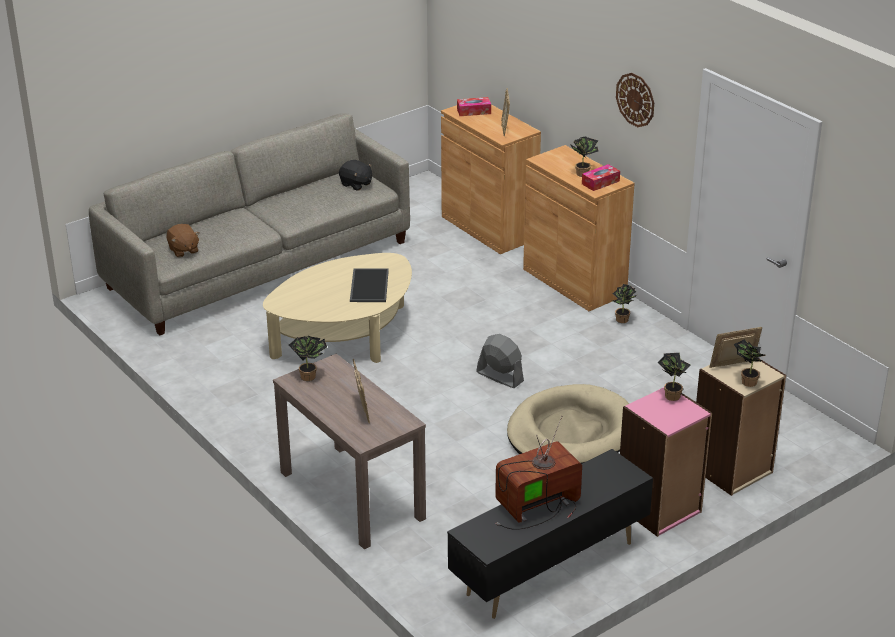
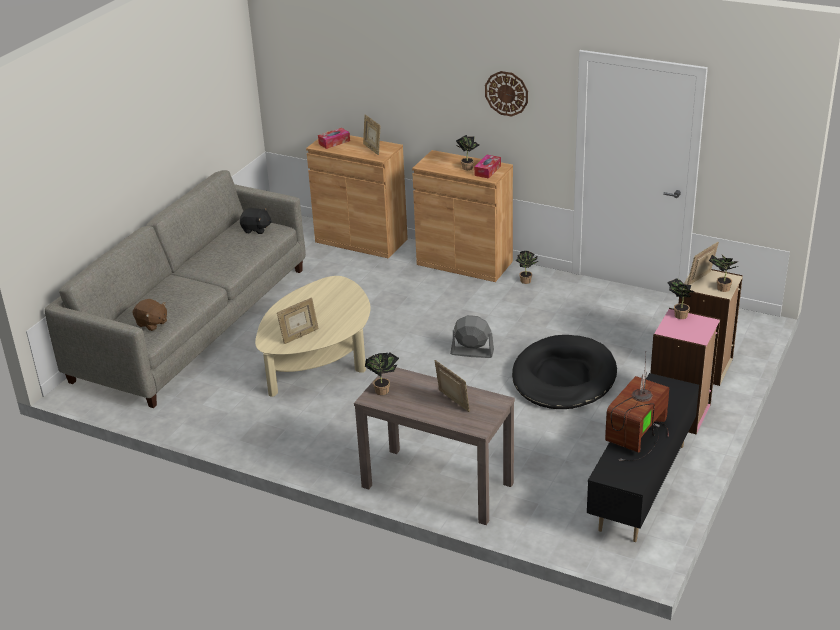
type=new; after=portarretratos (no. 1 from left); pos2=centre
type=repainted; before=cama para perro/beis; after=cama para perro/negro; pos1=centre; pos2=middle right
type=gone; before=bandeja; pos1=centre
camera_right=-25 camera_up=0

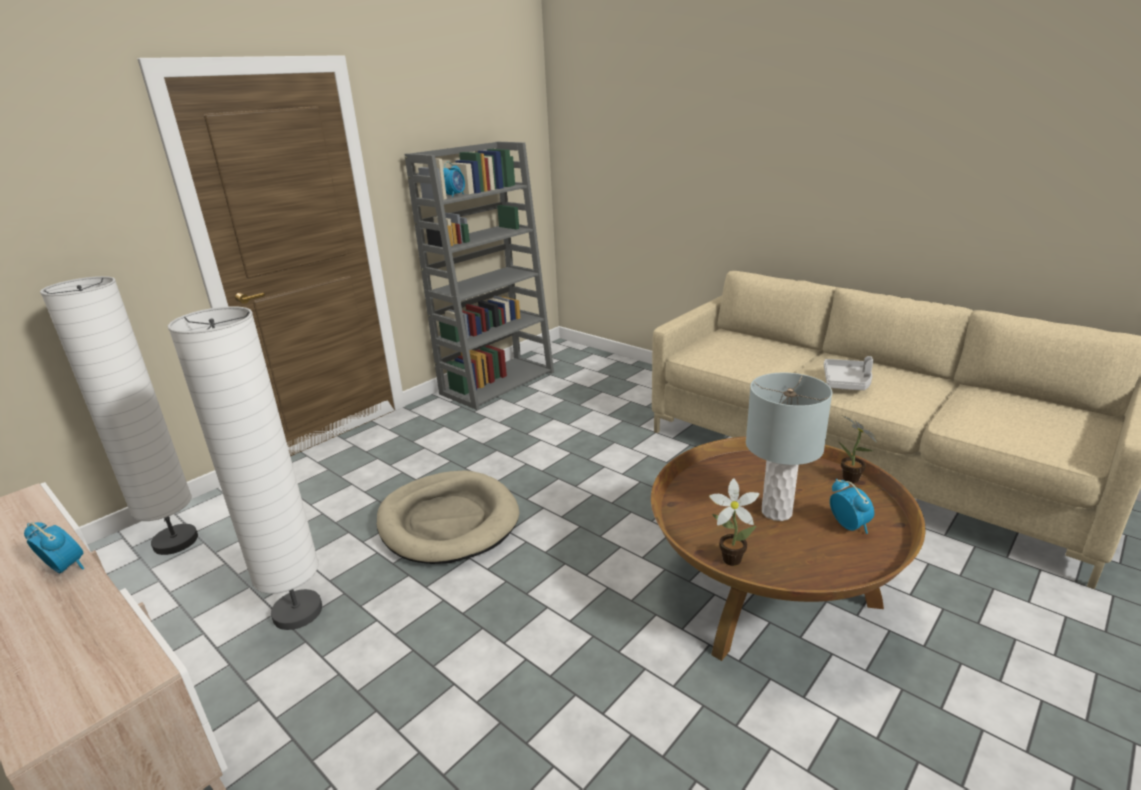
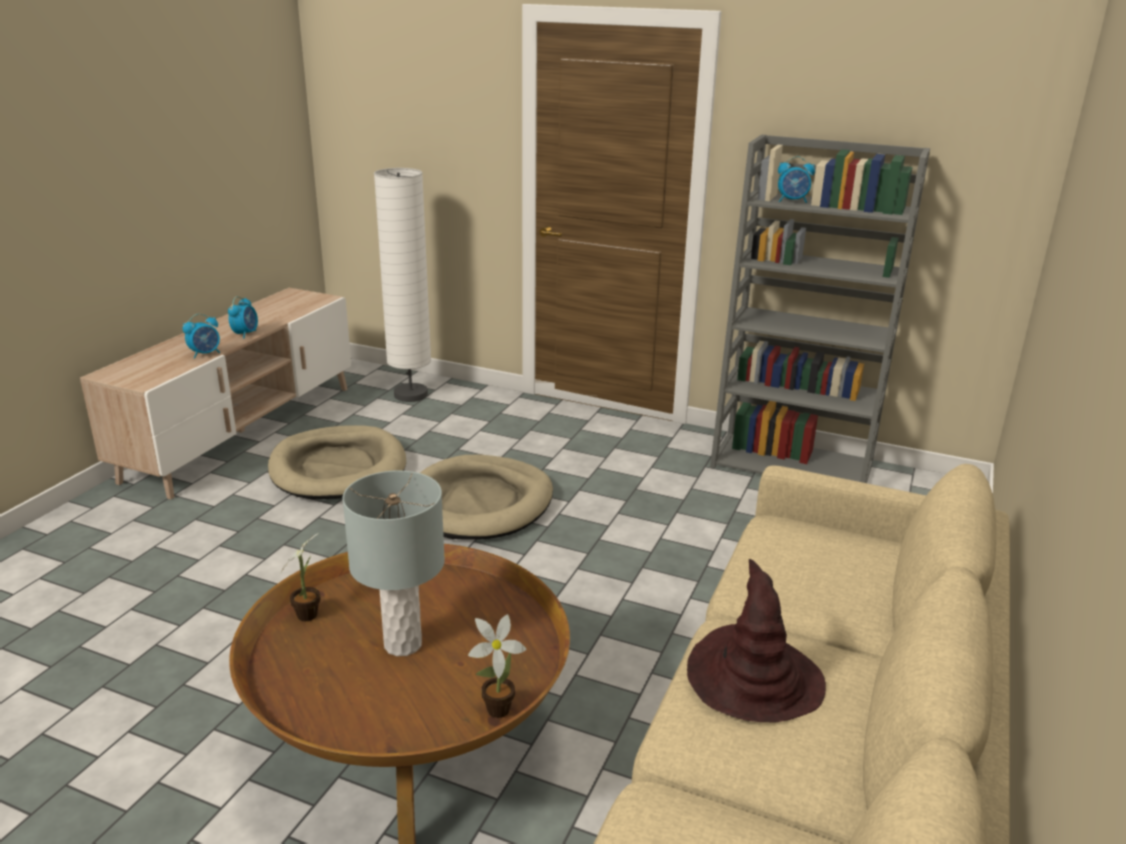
type=shifted; before=despertador (no. 3 from left in the first image); after=despertador (no. 1 from left); pos1=middle right; pos2=middle left
type=swapped; before=lámpara de pie/blanco (no. 2 from left); after=cama para perro/beis (no. 1 from left); pos1=middle left; pos2=middle left
type=swapped; before=bandeja/gris; after=sombrero/marrón; pos1=middle right; pos2=bottom right
camera_right=70 camera_up=0

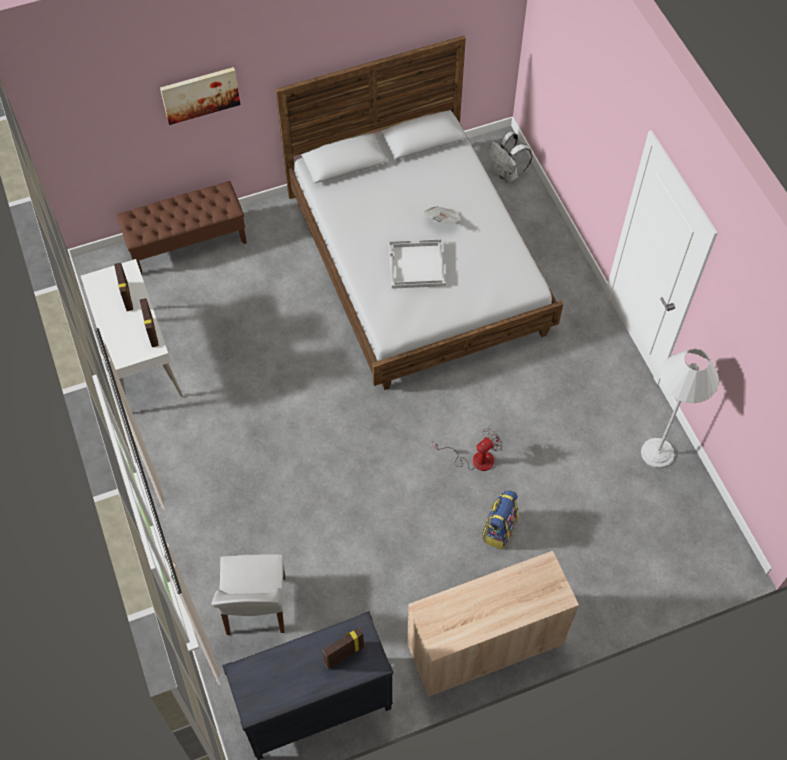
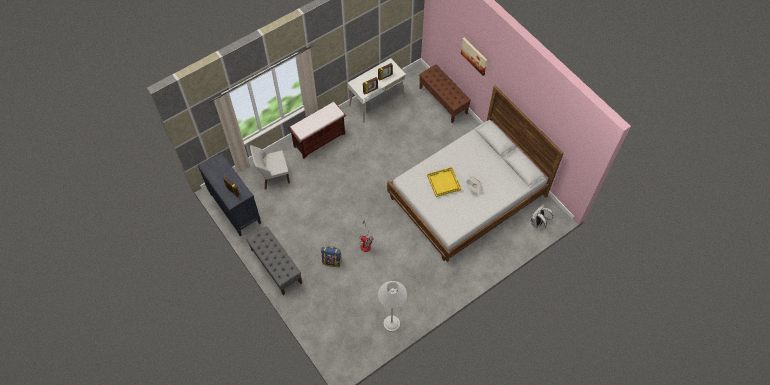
type=swapped; before=armario/beis; after=banco/gris; pos1=bottom centre; pos2=bottom centre
type=new; after=banco/marrón (no. 1 from left); pos2=centre
type=repainted; before=bandeja/blanco; after=bandeja/amarillo; pos1=centre; pos2=centre
camera_right=75 camera_up=0

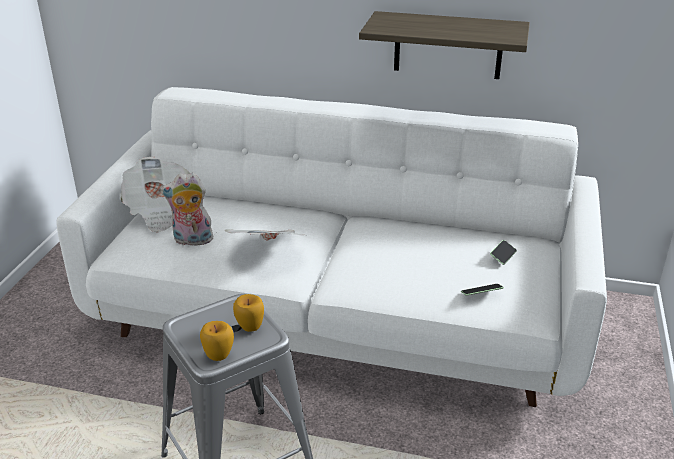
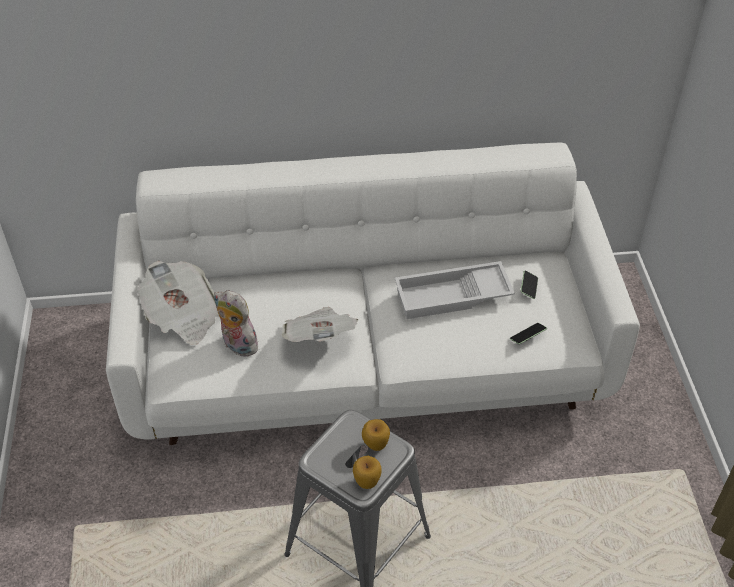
type=rotated; before=peluche; pos1=middle left; pos2=middle left; turn=60
type=new; after=bandeja/blanco; pos2=centre
type=gone; before=estante; pos1=top centre
camera_right=-20 camera_up=15

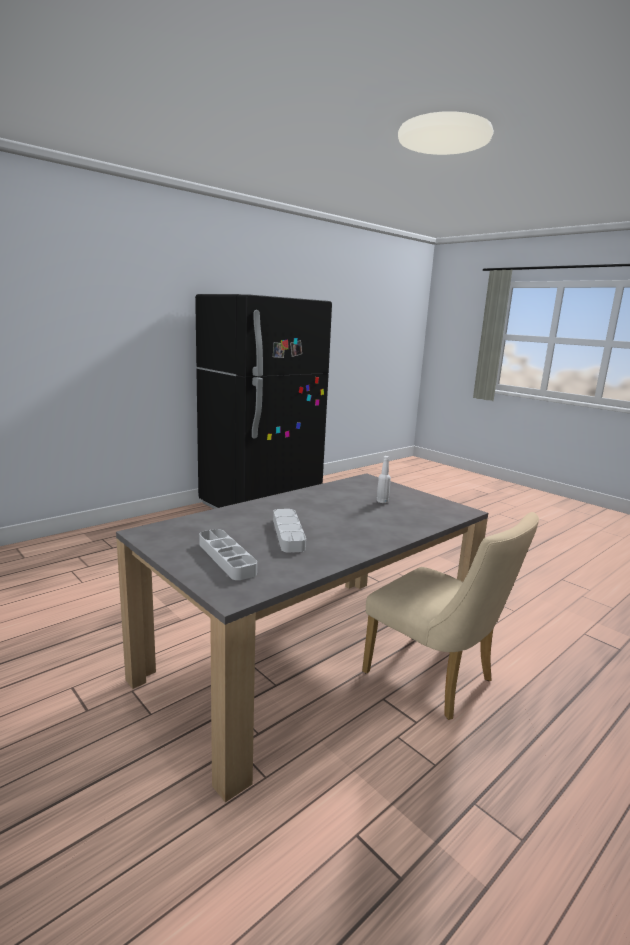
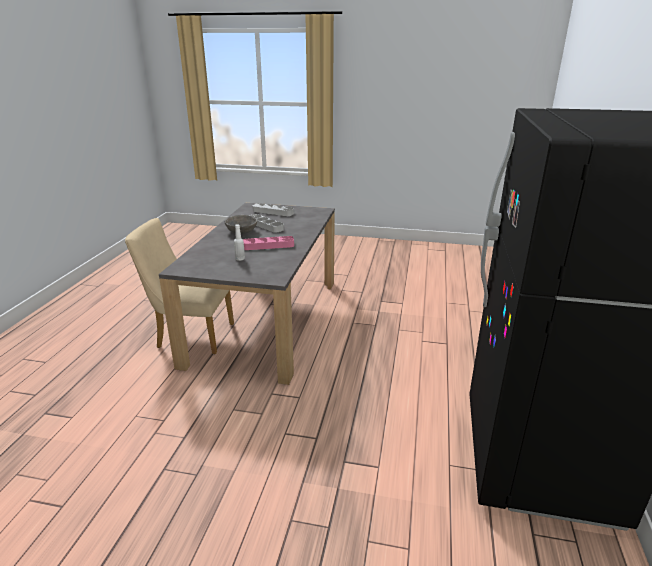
type=new; after=cuenco/gris; pos2=centre
type=new; after=bandeja/rosa; pos2=centre
camera_right=145 camera_up=10

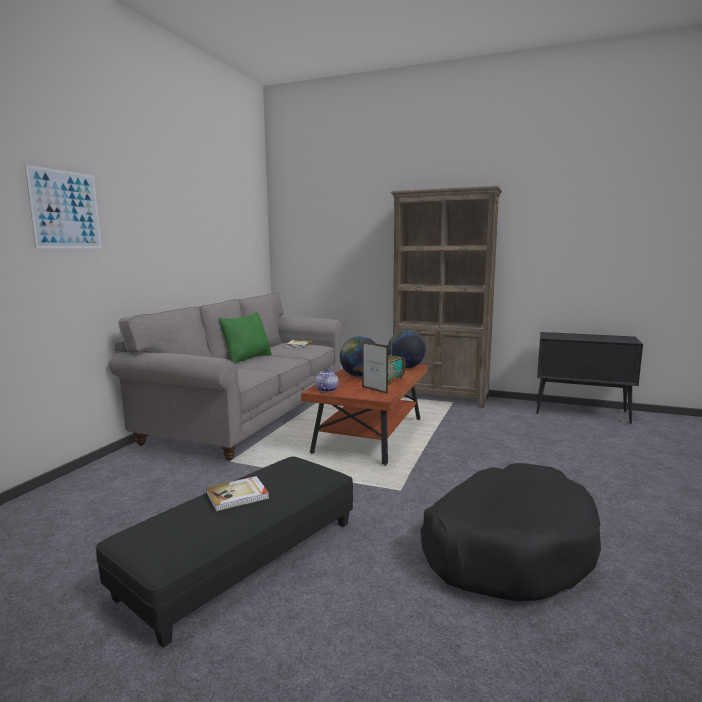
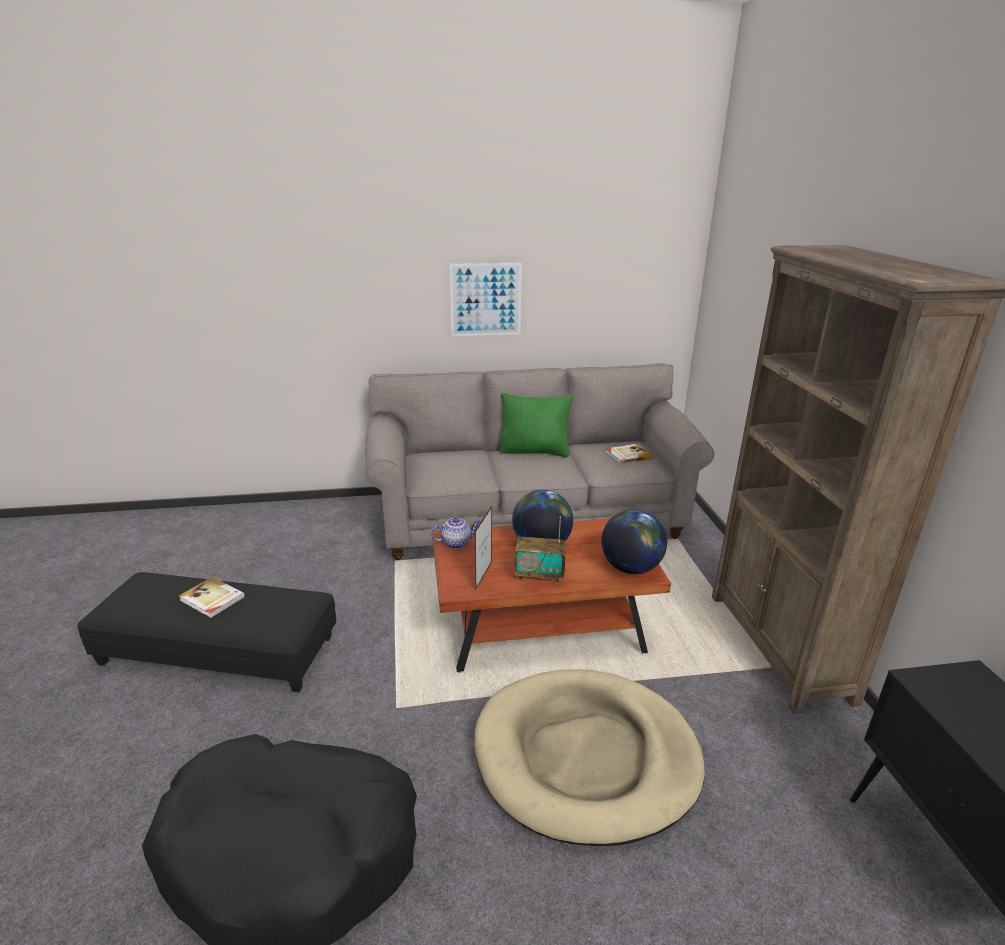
type=shifted; before=cuadro; pos1=top left; pos2=top centre
type=new; after=cama para perro/beis; pos2=bottom centre
camera_right=60 camera_up=15

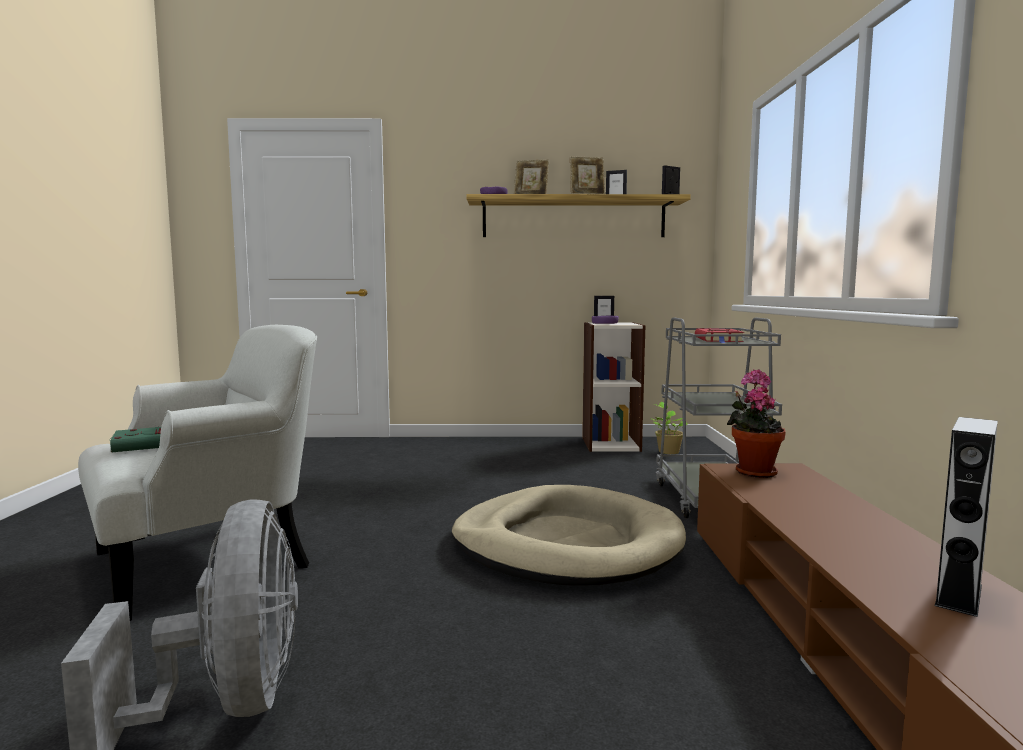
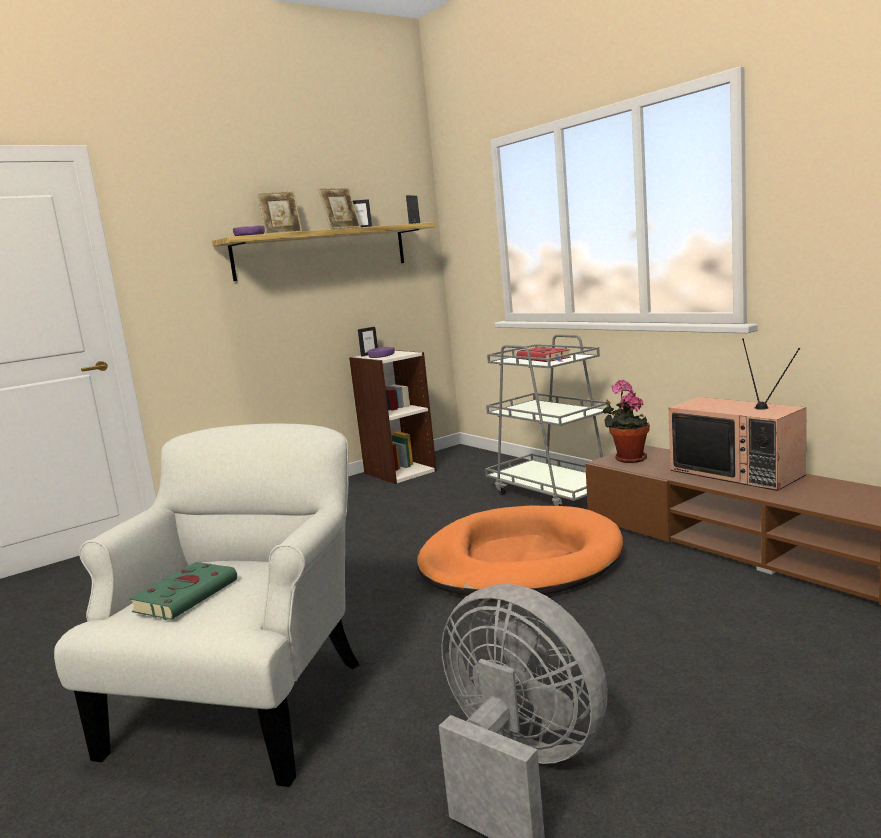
type=repainted; before=cama para perro/beis; after=cama para perro/naranja; pos1=bottom centre; pos2=centre
type=new; after=televisor; pos2=middle right
type=gone; before=planta en maceta (no. 1 from left); pos1=centre
type=gone; before=altavoz/gris; pos1=bottom right
camera_right=-35 camera_up=5

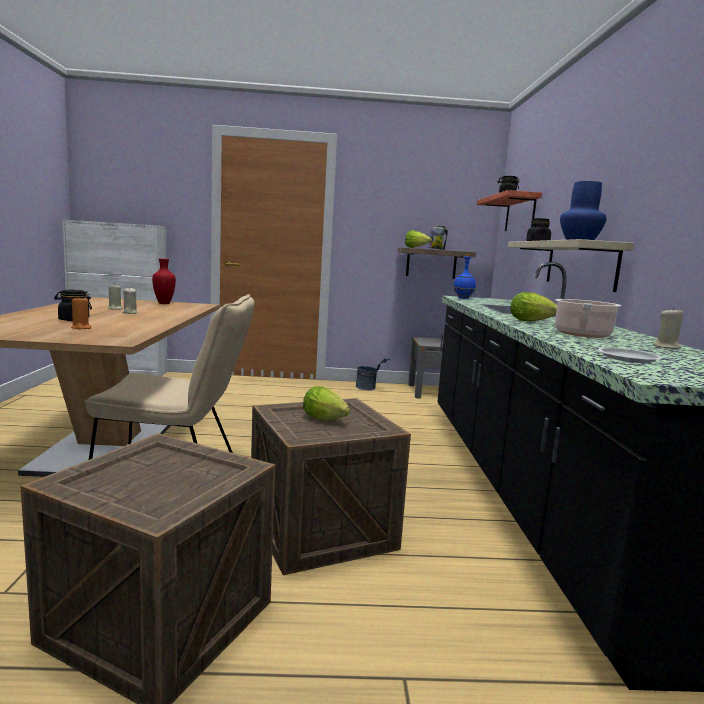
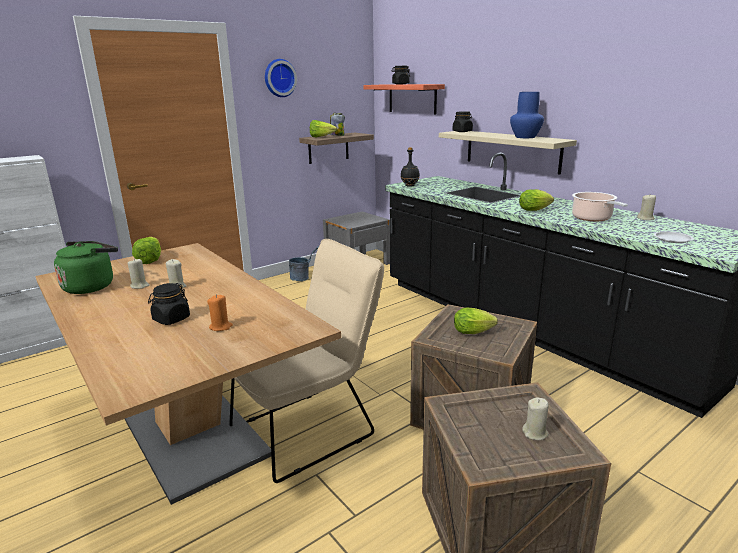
type=new; after=hervidor/verde; pos2=middle left
type=swapped; before=florero/rojo; after=lechuga (no. 1 from left); pos1=middle left; pos2=middle left
type=new; after=reloj de pared; pos2=top centre
type=repainted; before=botella/azul; after=botella/negro; pos1=centre; pos2=top centre
type=new; after=vela/beis (no. 3 from left); pos2=bottom right
camera_right=-35 camera_up=10

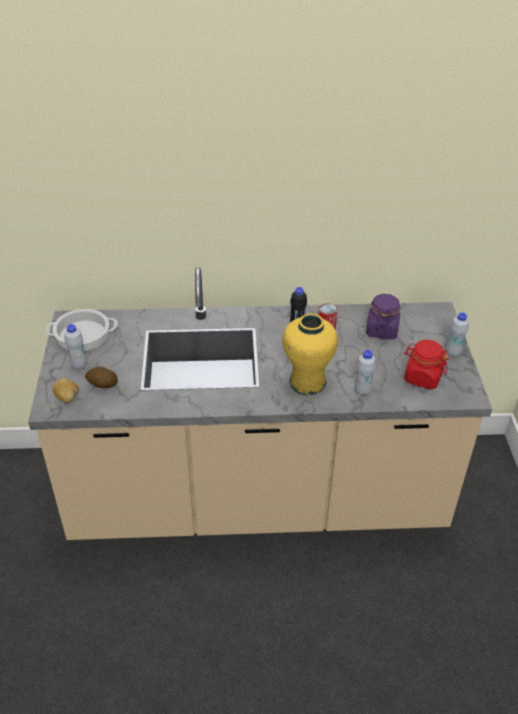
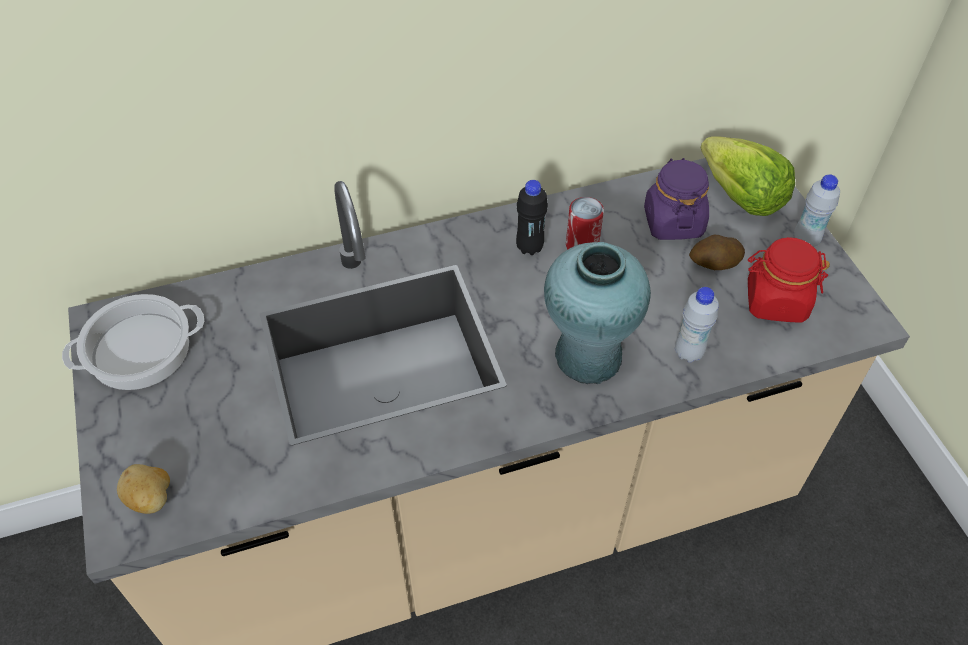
type=repainted; before=florero/amarillo; after=florero/turquesa; pos1=centre; pos2=centre
type=shifted; before=patata (no. 2 from left); pos1=middle left; pos2=middle right
type=new; after=lechuga; pos2=top right
type=gone; before=botella/blanco (no. 1 from left); pos1=middle left
camera_right=-15 camera_up=10

